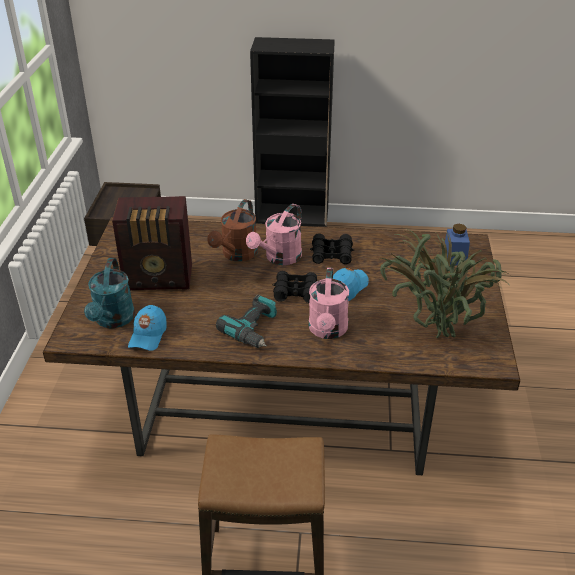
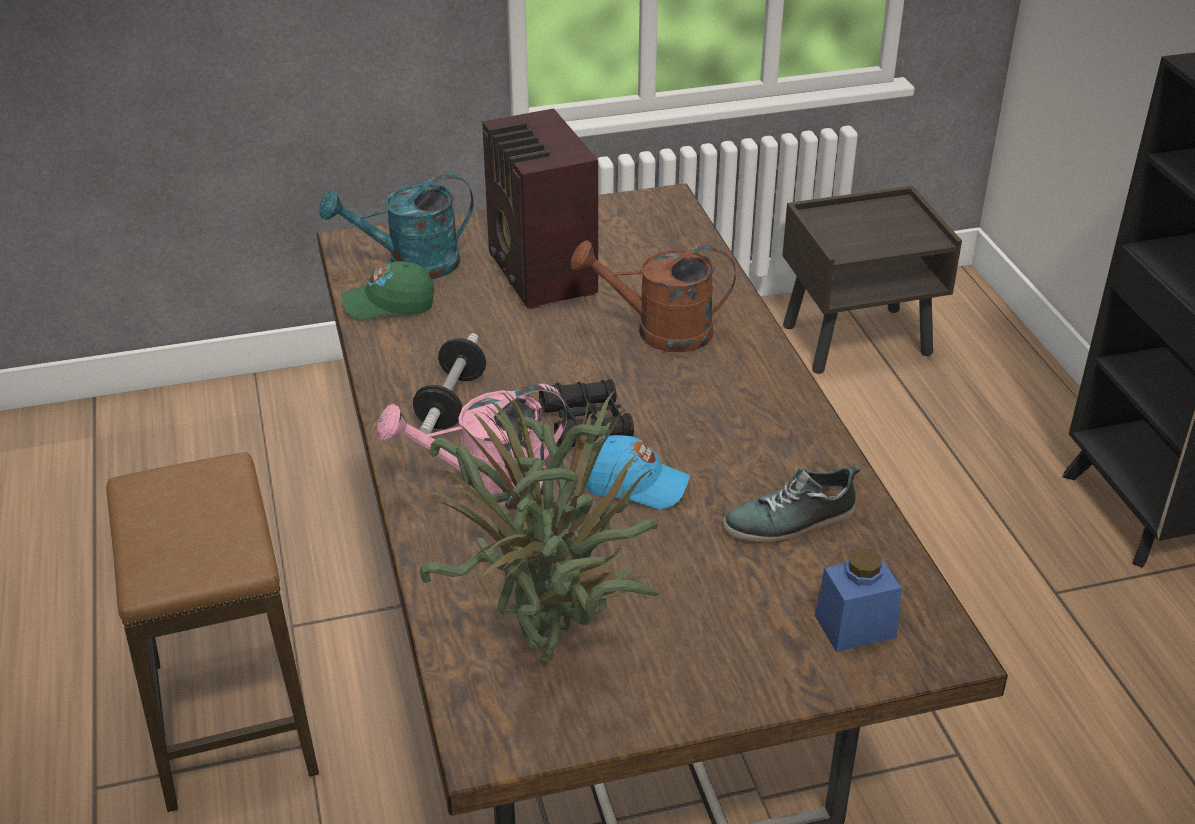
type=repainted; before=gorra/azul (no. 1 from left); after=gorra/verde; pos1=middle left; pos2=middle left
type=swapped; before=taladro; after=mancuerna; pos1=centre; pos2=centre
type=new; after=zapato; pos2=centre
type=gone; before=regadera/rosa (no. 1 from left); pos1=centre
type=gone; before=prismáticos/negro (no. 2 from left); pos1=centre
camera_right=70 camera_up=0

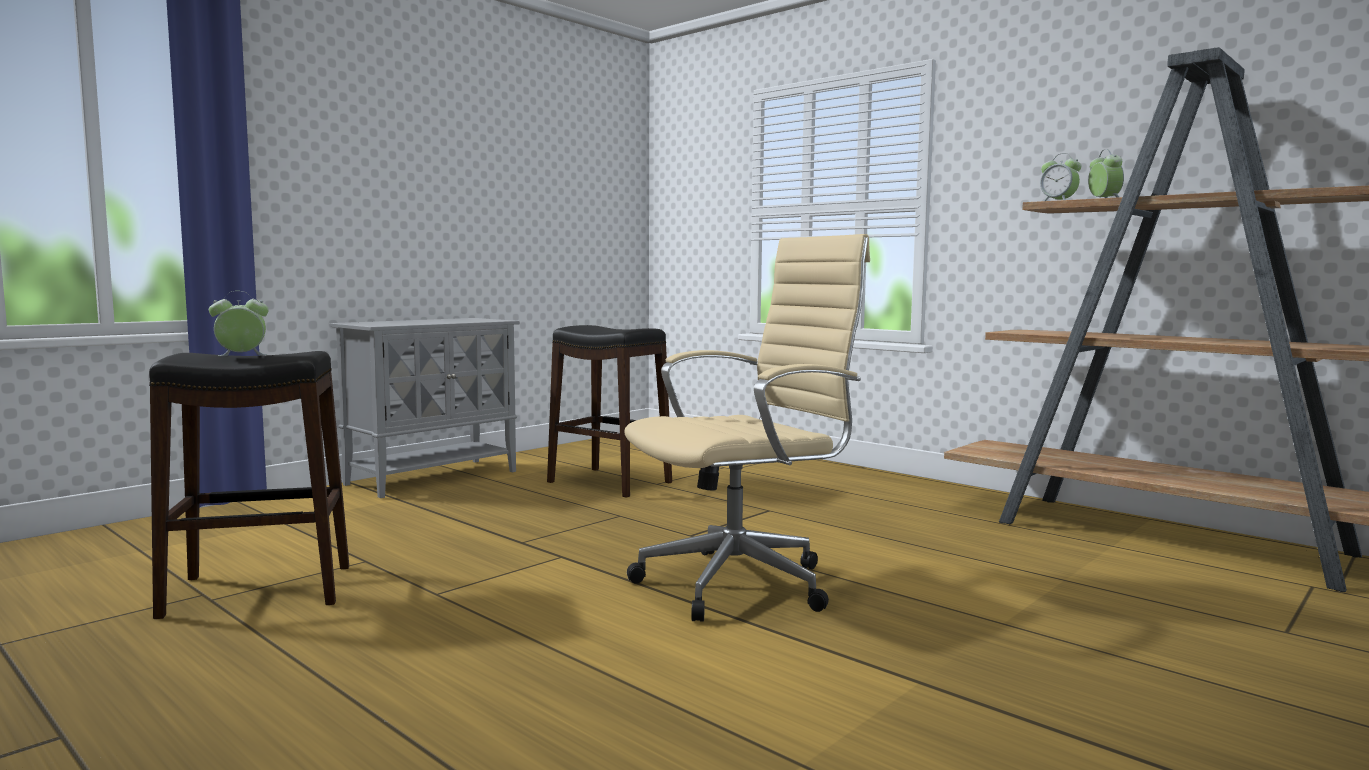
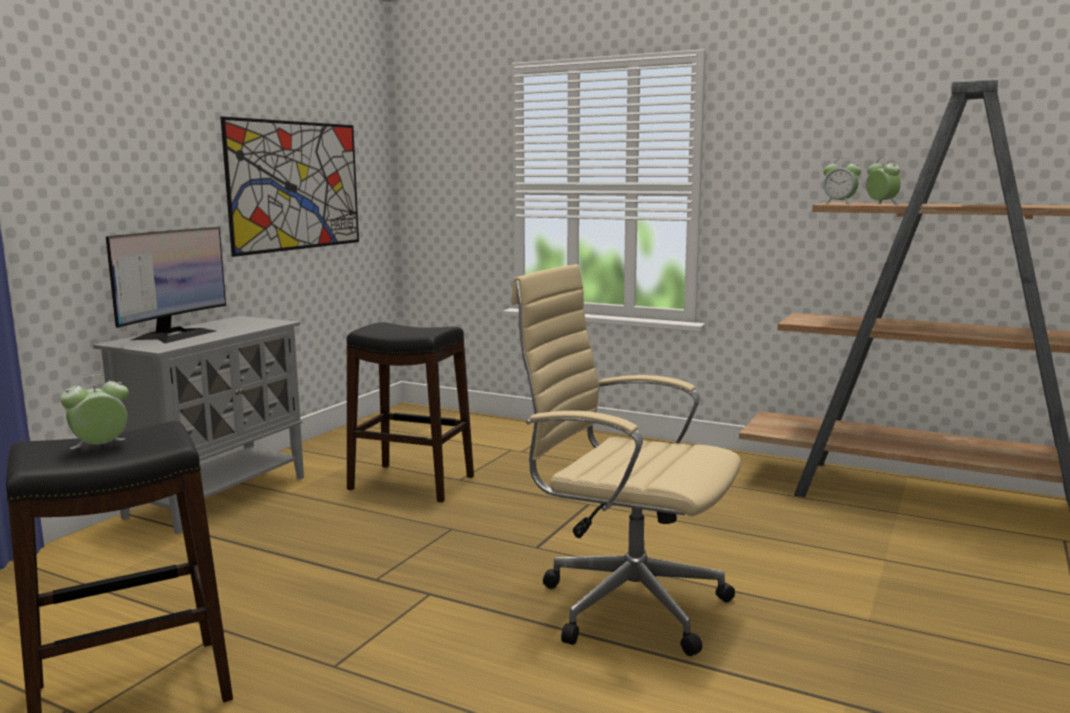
type=new; after=monitor; pos2=middle left
type=new; after=cuadro; pos2=top left
type=rotated; before=silla de oficina/beis; pos1=centre; pos2=centre; turn=-105
camera_right=-15 camera_up=5

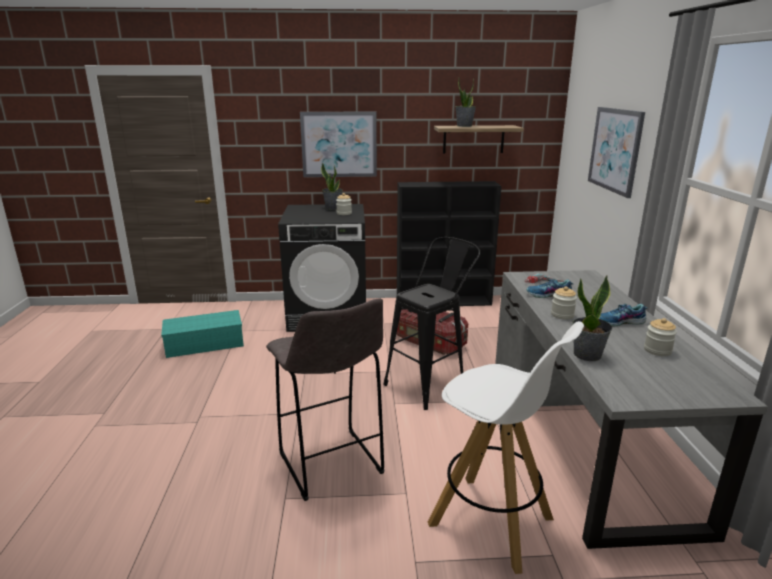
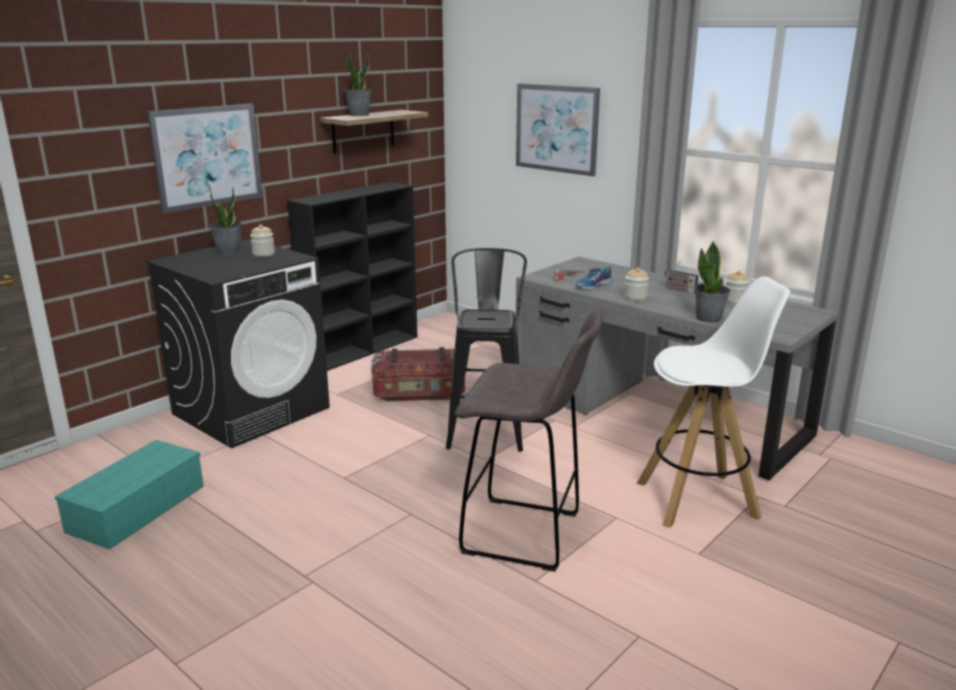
type=swapped; before=zapato (no. 2 from left); after=radio; pos1=middle right; pos2=middle right
camera_right=-45 camera_up=0

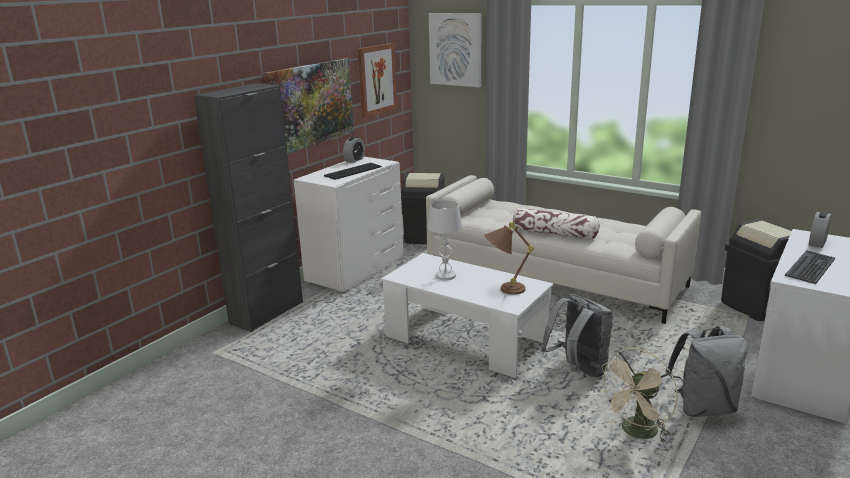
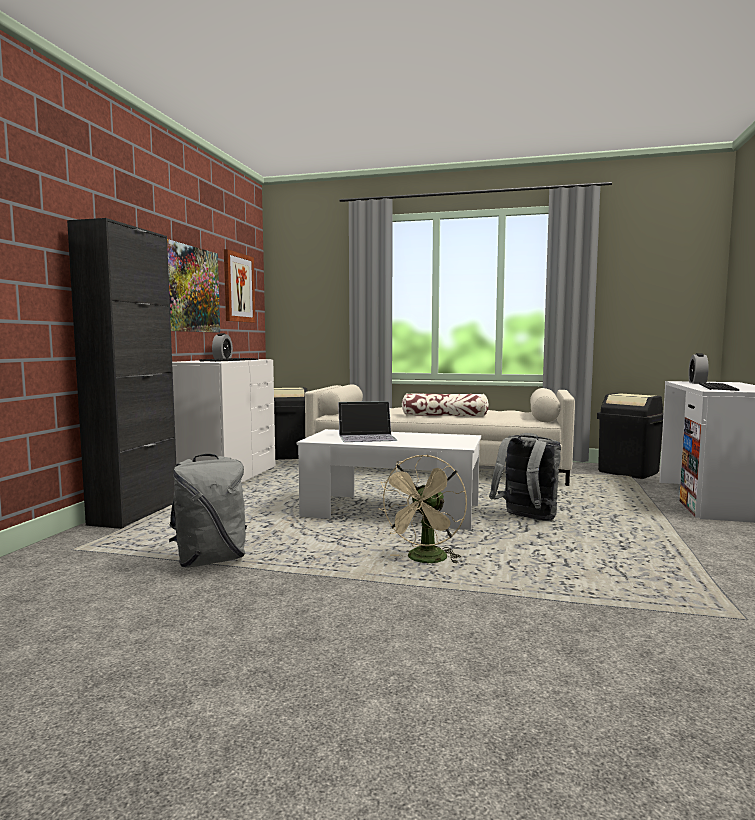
type=shifted; before=mochila/gris (no. 2 from left in the first image); after=mochila/gris (no. 1 from left); pos1=bottom right; pos2=middle left
type=swapped; before=lámpara de mesa/blanco; after=portátil; pos1=centre; pos2=centre
type=shifted; before=ventilador/beis; pos1=bottom right; pos2=centre
type=gone; before=cuadro (no. 3 from left); pos1=top centre
type=gone; before=lámpara de mesa/marrón; pos1=centre
camera_right=-20 camera_up=-15

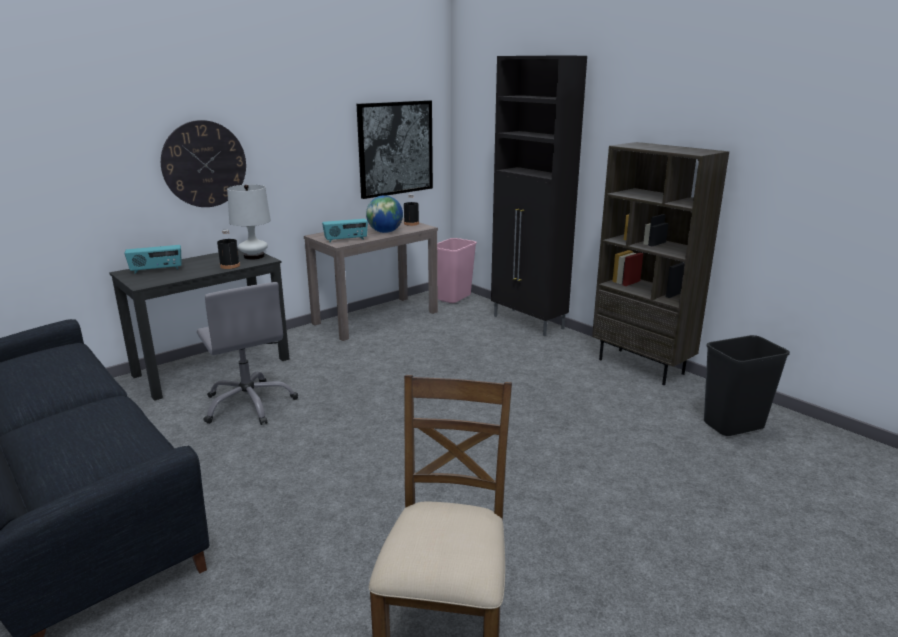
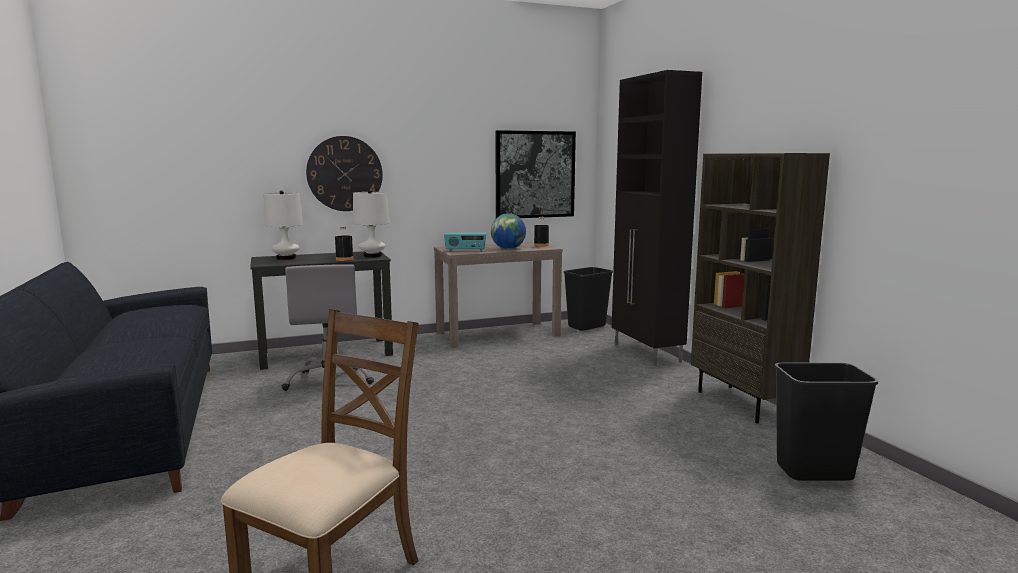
type=swapped; before=radio (no. 1 from left); after=lámpara de mesa/blanco (no. 1 from left); pos1=middle left; pos2=middle left
type=repainted; before=papelera/rosa; after=papelera/negro (no. 1 from left); pos1=centre; pos2=centre
camera_right=20 camera_up=-10

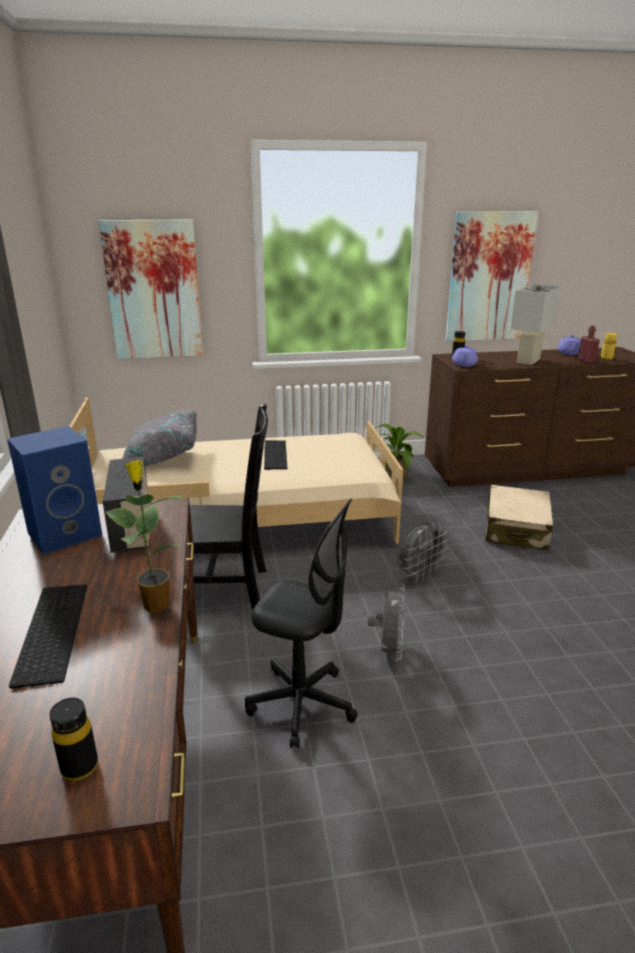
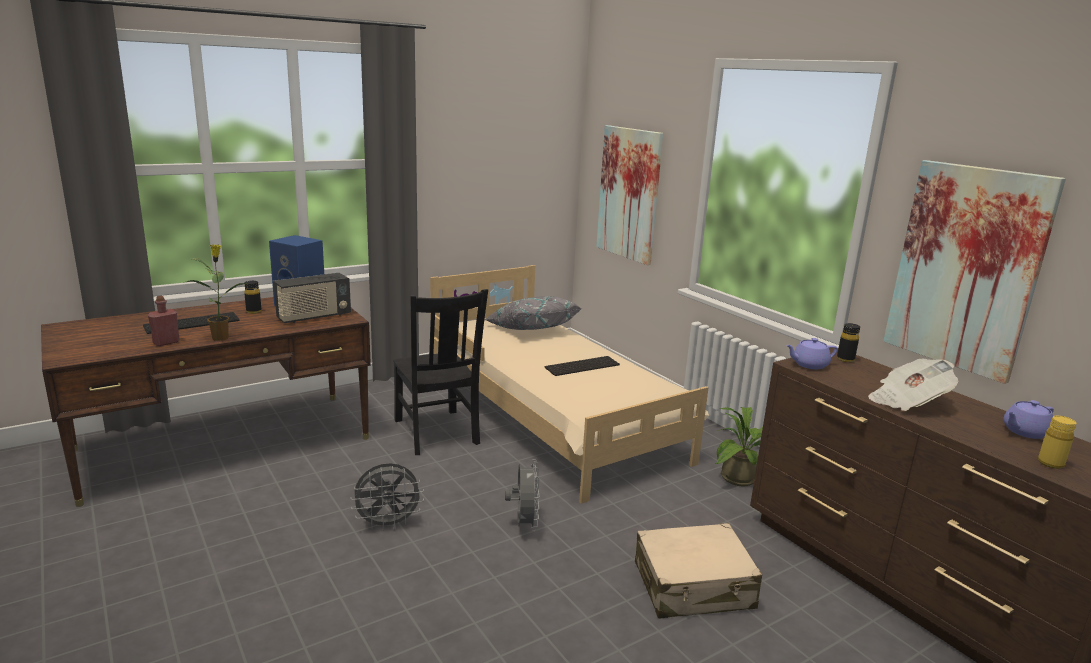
type=shifted; before=botella/rojo; pos1=middle right; pos2=middle left
type=shifted; before=botella/negro (no. 1 from left); pos1=bottom left; pos2=middle left
type=rotated; before=ventilador/gris (no. 2 from left); pos1=centre; pos2=bottom centre; turn=-120
type=swapped; before=lámpara de mesa/blanco; after=periódico; pos1=middle right; pos2=middle right
type=gone; before=silla de oficina/negro; pos1=centre
camera_right=65 camera_up=-5

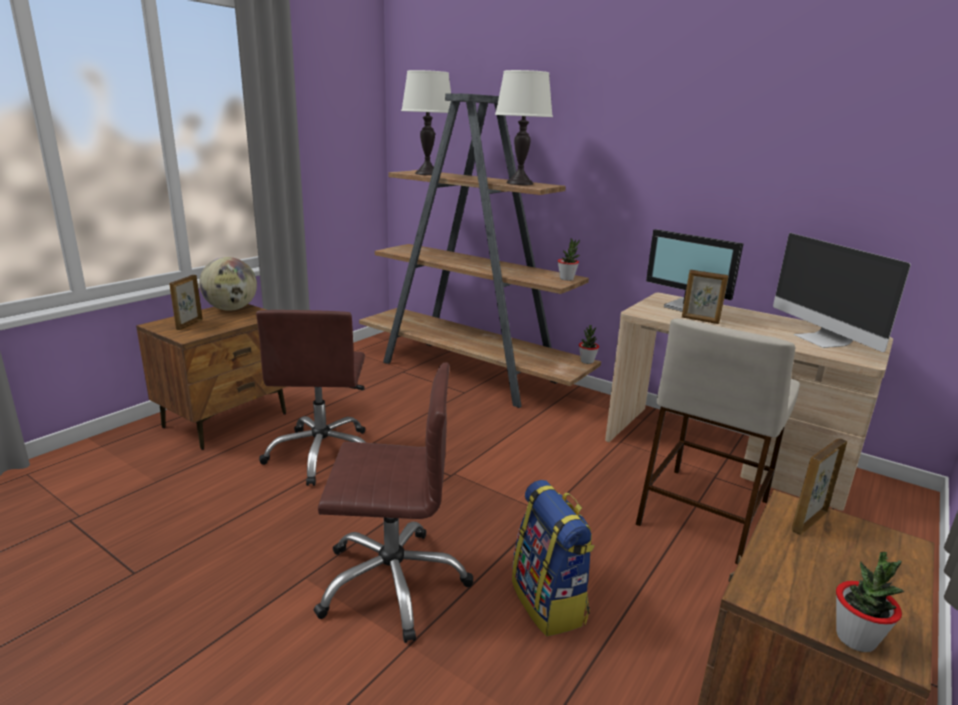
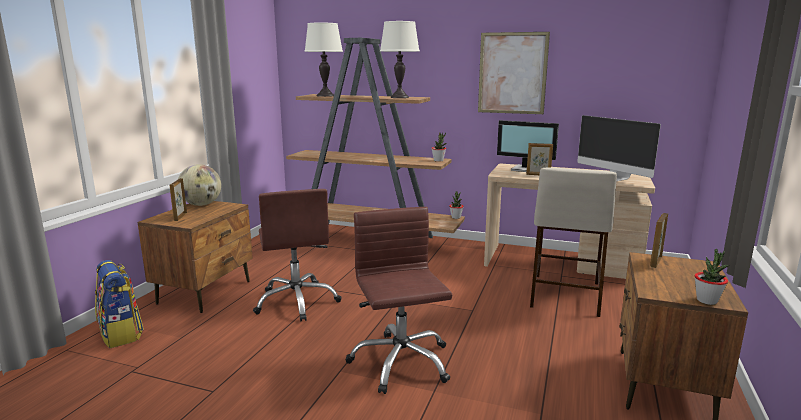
type=shifted; before=mochila; pos1=bottom centre; pos2=bottom left
type=rotated; before=silla de oficina/marrón (no. 2 from left); pos1=bottom centre; pos2=bottom centre; turn=-90
type=new; after=cuadro; pos2=top centre
camera_right=-15 camera_up=-5

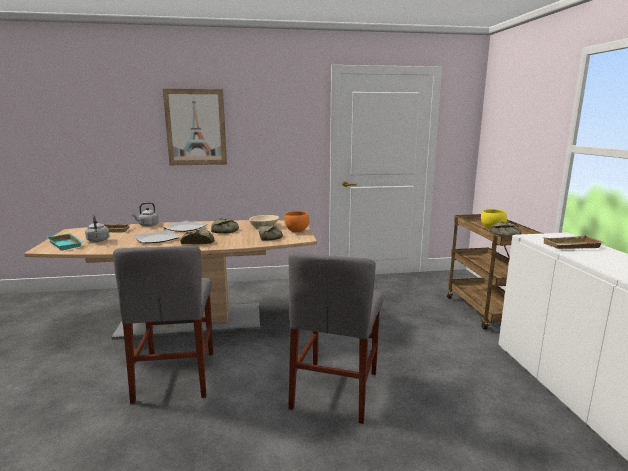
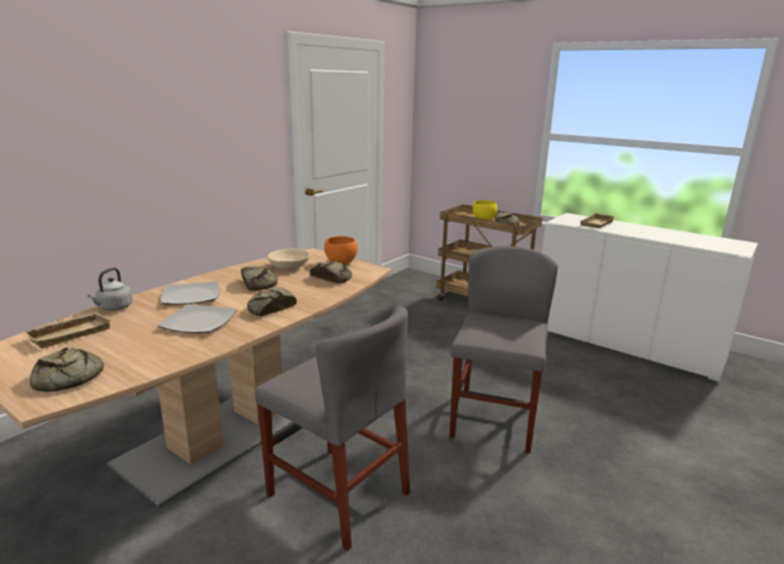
type=swapped; before=bandeja/turquesa; after=pan (no. 1 from left); pos1=middle left; pos2=middle left
type=rotated; before=silla/gris (no. 2 from left); pos1=bottom centre; pos2=centre; turn=-135
type=gone; before=hervidor/gris (no. 1 from left); pos1=middle left
type=gone; before=cuadro; pos1=top left
camera_right=-45 camera_up=5

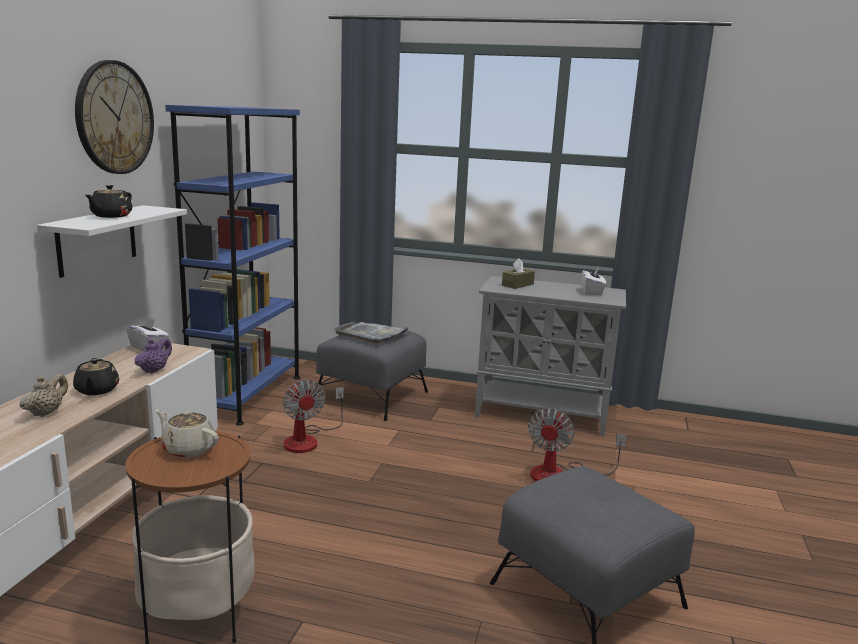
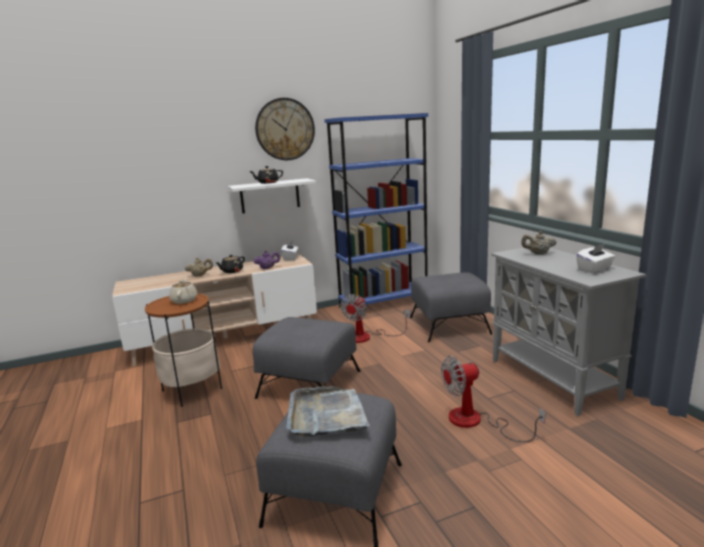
type=new; after=puf/gris (no. 1 from left); pos2=centre
type=shifted; before=bandeja/gris; pos1=centre; pos2=bottom centre
type=swapped; before=caja de pañuelos/marrón; after=tetera/beis (no. 3 from left); pos1=centre; pos2=middle right
camera_right=55 camera_up=0

